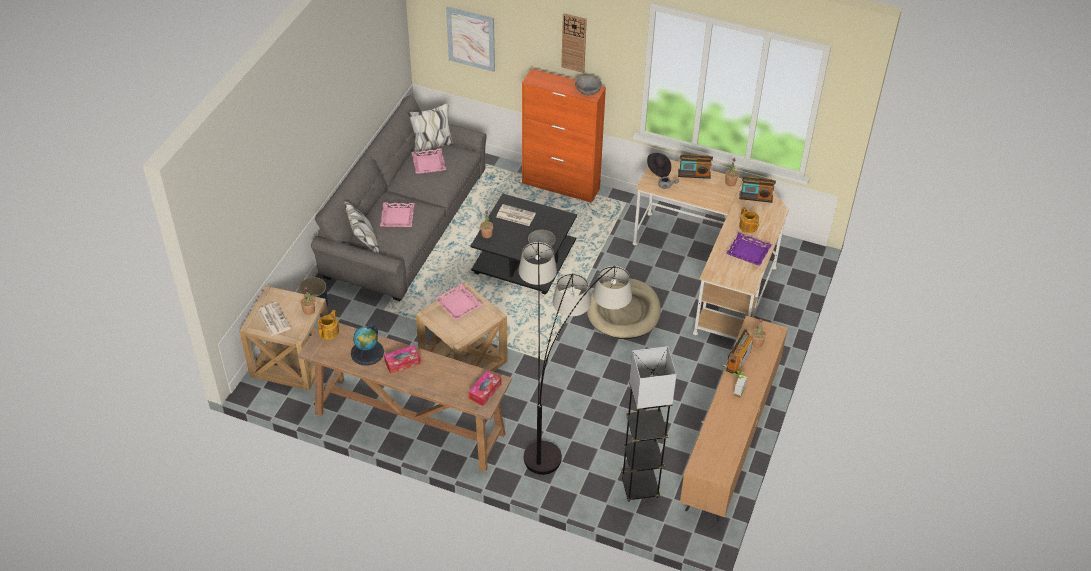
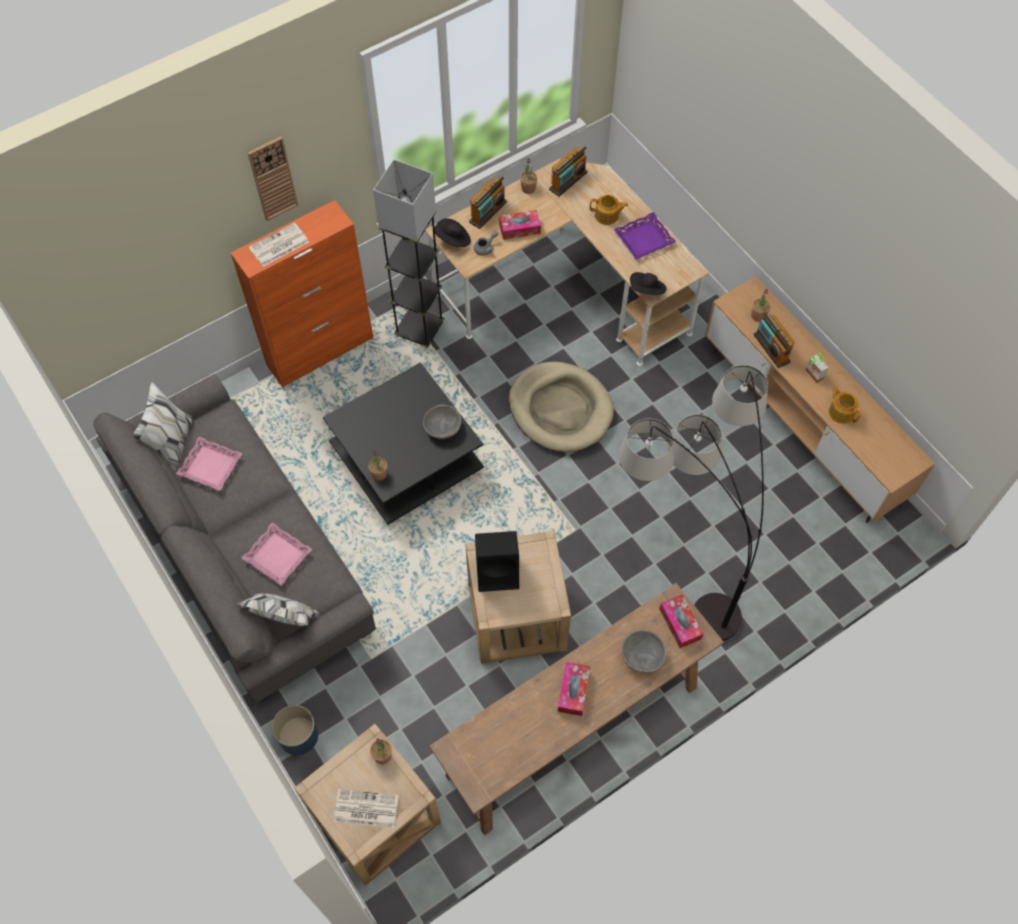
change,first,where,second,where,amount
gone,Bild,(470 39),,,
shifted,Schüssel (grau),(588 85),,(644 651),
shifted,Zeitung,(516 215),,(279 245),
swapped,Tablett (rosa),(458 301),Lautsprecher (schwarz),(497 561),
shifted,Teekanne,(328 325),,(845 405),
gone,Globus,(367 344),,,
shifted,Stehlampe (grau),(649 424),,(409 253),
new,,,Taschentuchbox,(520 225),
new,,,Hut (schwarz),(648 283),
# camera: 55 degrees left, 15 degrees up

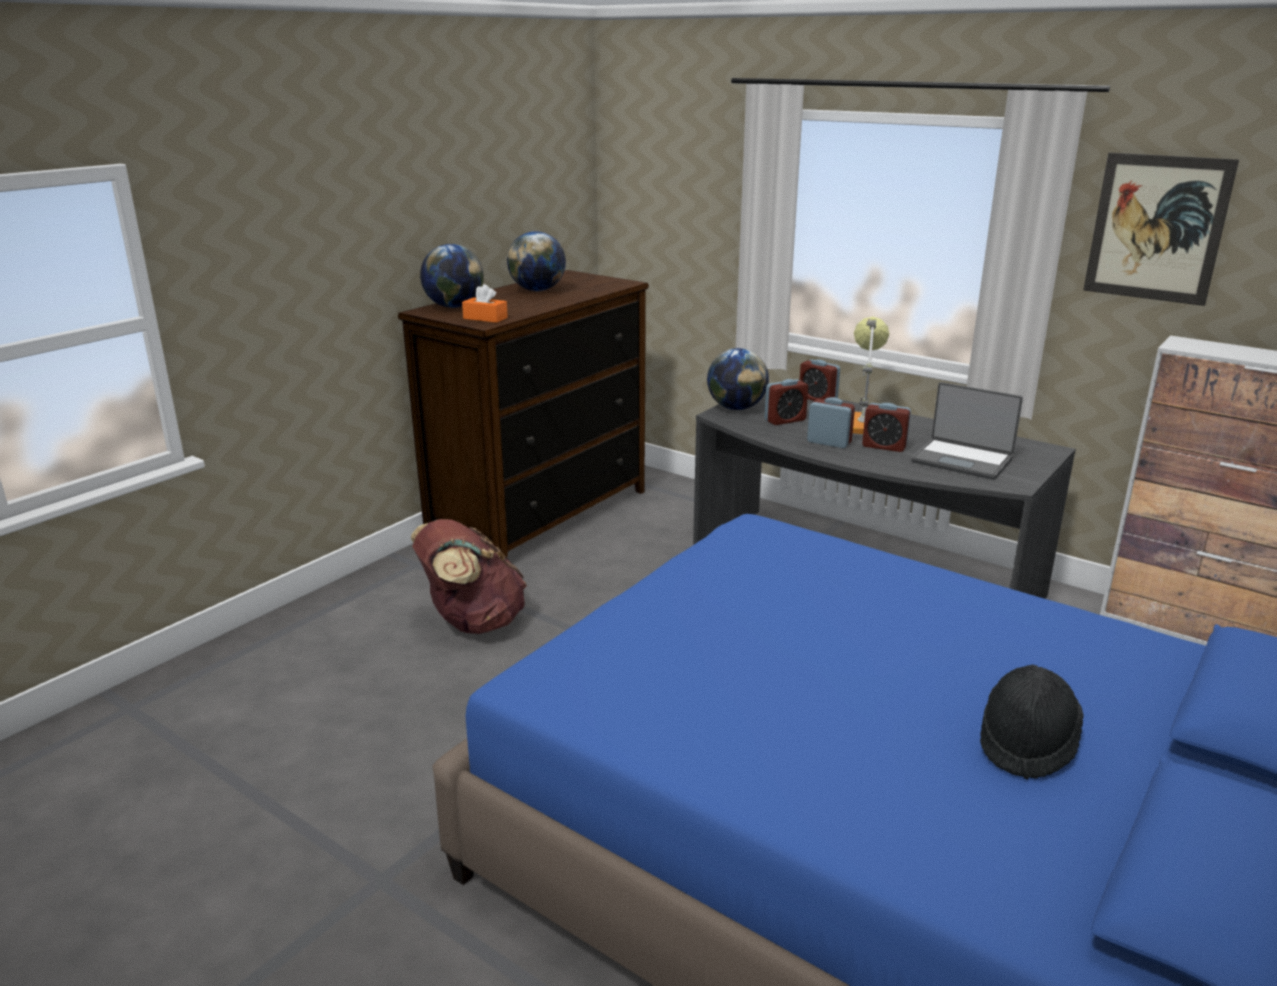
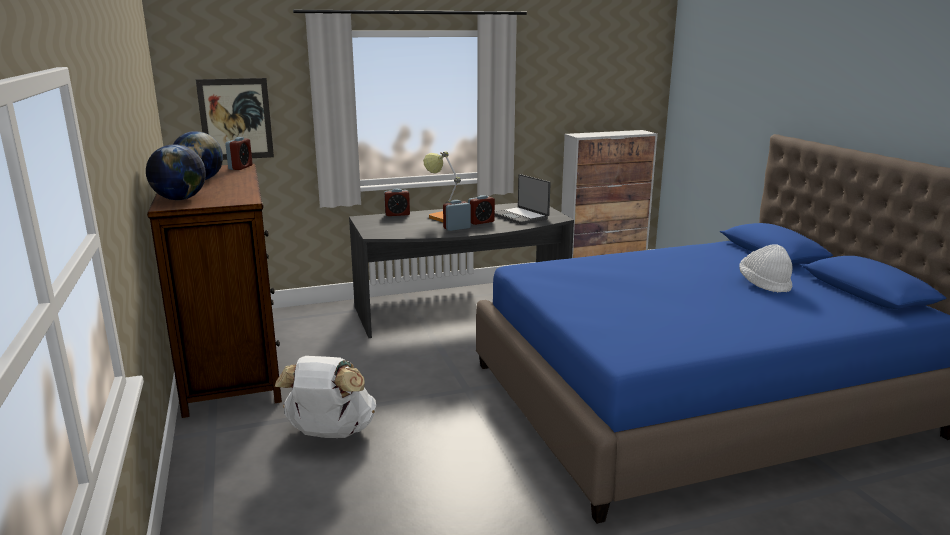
change,first,where,second,where,amount
shifted,Bild,(1161 229),,(235 119),
gone,Taschentuchbox (orange),(485 303),,,
gone,Globus,(738 379),,,
shifted,Wecker,(786 402),,(239 153),
rotated,Laptop,(967 431),,(523 199),75 degrees clockwise
repainted,Rucksack (braun),(469 576),Rucksack (weiß),(325 397),
repainted,Hut (schwarz),(1032 722),Hut (weiß),(766 268),
# camera: 55 degrees left, 5 degrees down

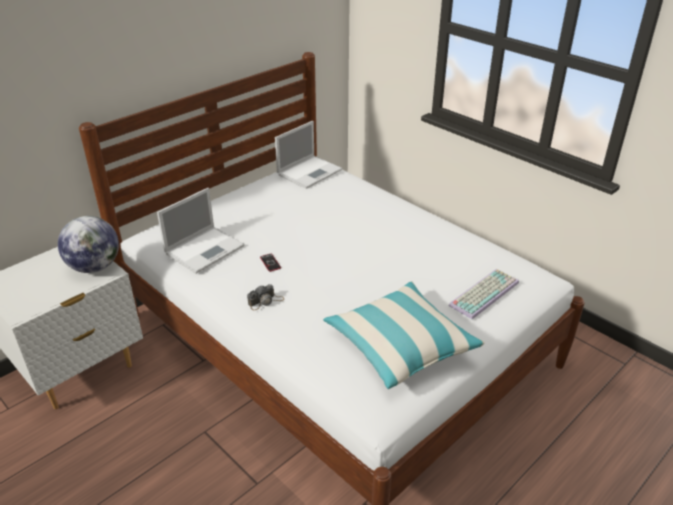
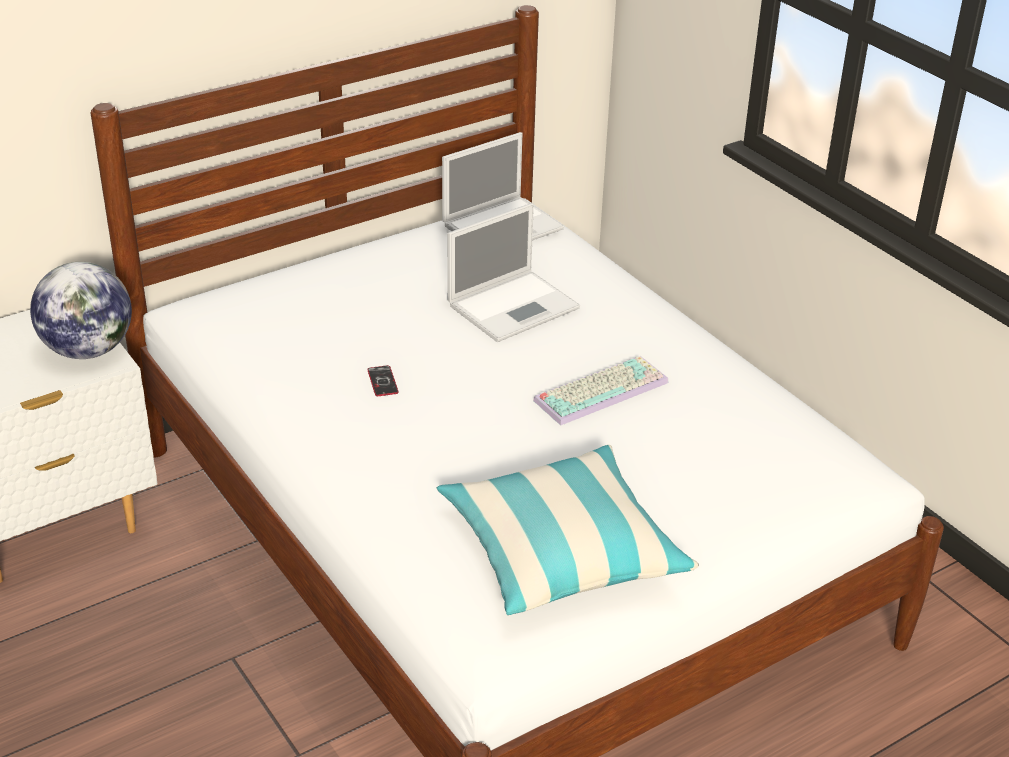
change,first,where,second,where,amount
shifted,Laptop,(200 231),,(513 272),
shifted,Tastatur,(484 294),,(601 391),
gone,Kamera,(266 297),,,
# camera: 10 degrees right, 0 degrees up

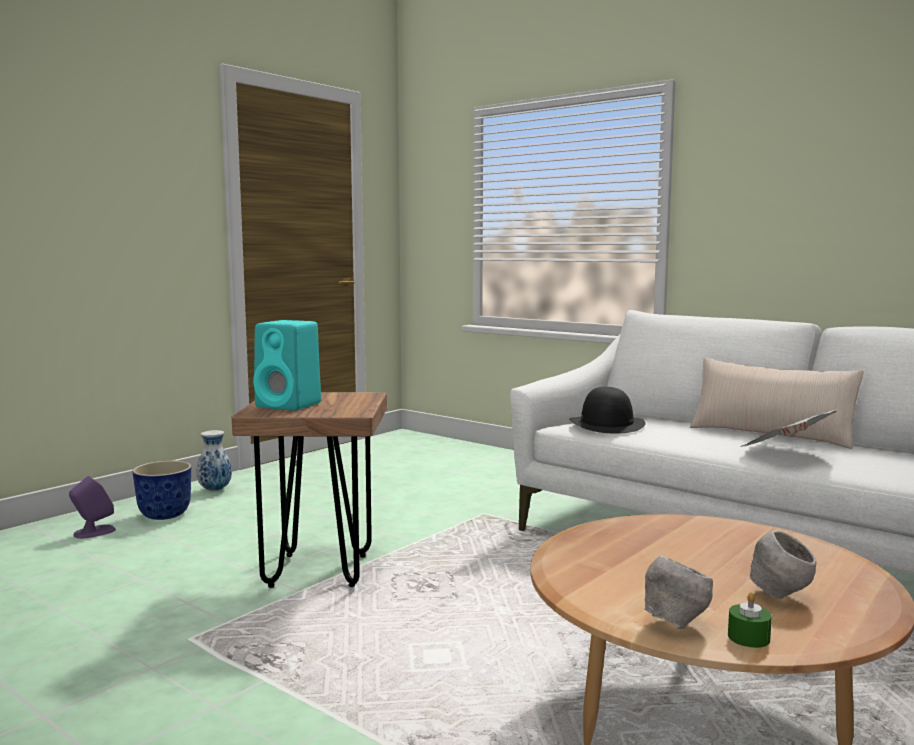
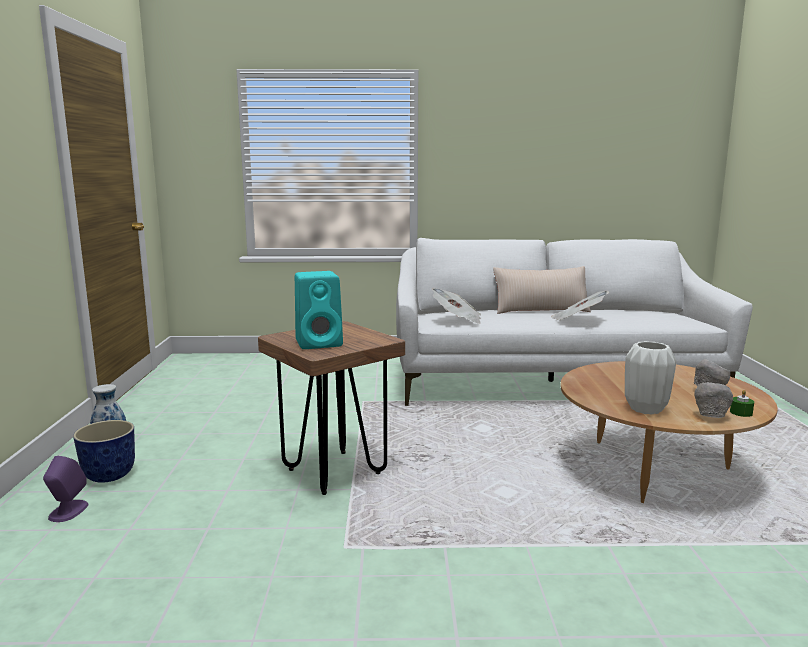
change,first,where,second,where,amount
swapped,Hut (schwarz),(608 410),Zeitung,(456 306),
new,,,Vase (weiß),(650 377),
# camera: 40 degrees left, 5 degrees up

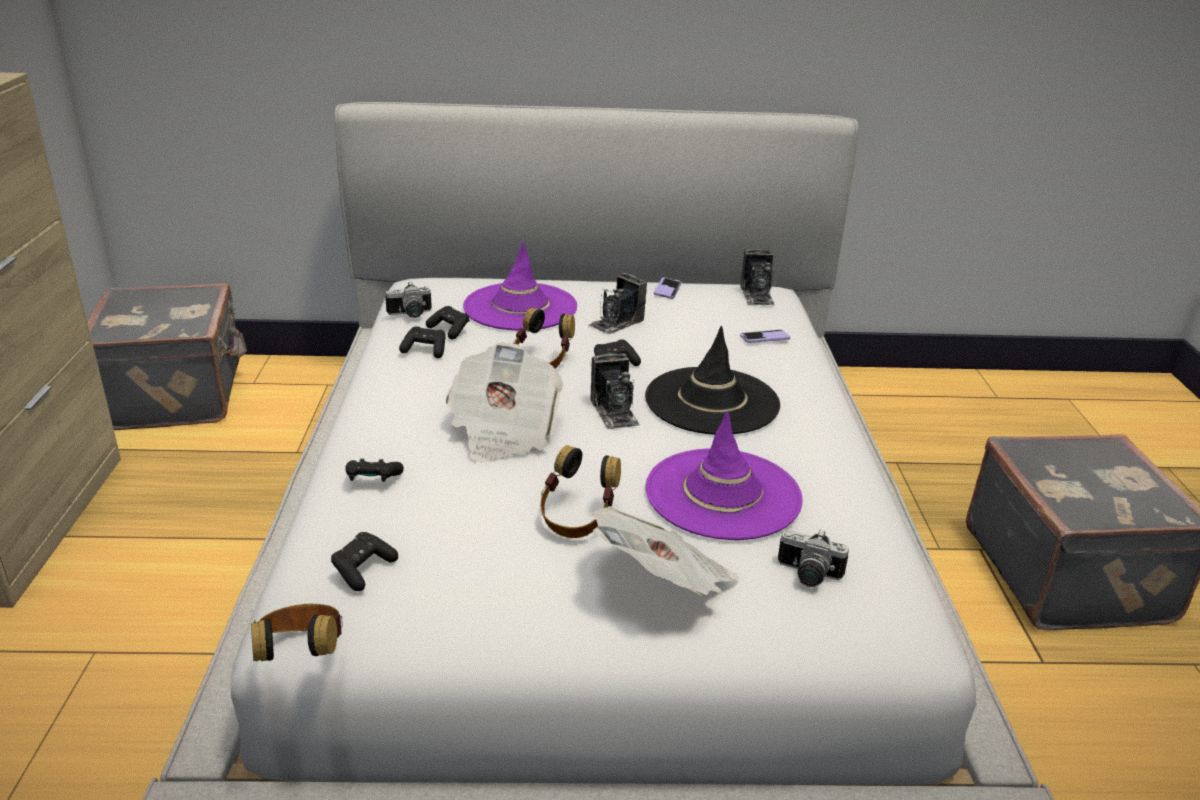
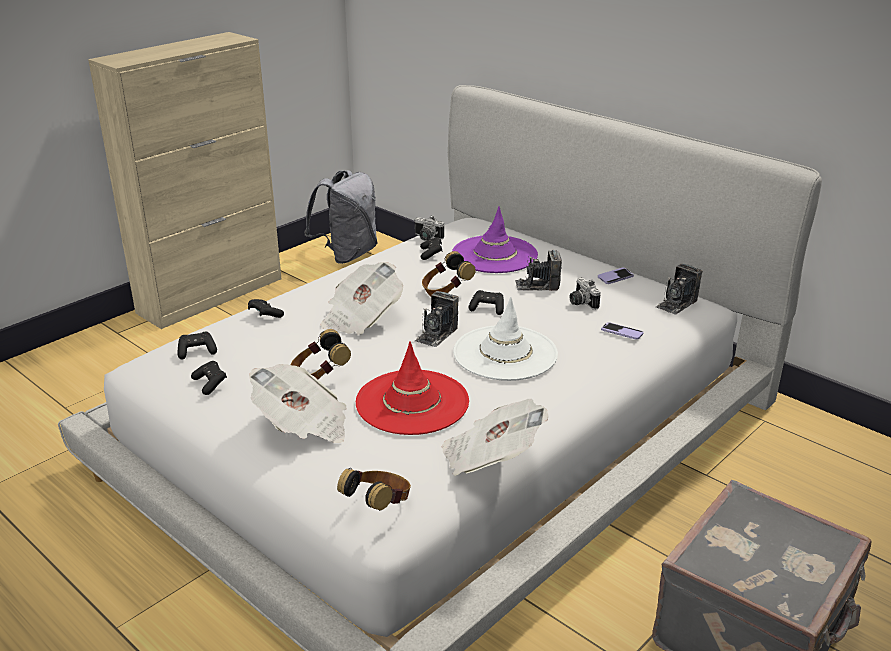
change,first,where,second,where,amount
swapped,Koffer (grau),(167 356),Rucksack (grau),(341 217),
shifted,Gamepad (schwarz),(422 342),,(209 378),
repainted,Hut (schwarz),(712 380),Hut (weiß),(505 339),
repainted,Hut (lila),(724 475),Hut (rot),(412 388),
shifted,Kamera,(813 558),,(585 293),
shifted,Kopfhörer,(297 633),,(374 489),
new,,,Zeitung,(495 437),
# camera: 45 degrees right, 0 degrees up

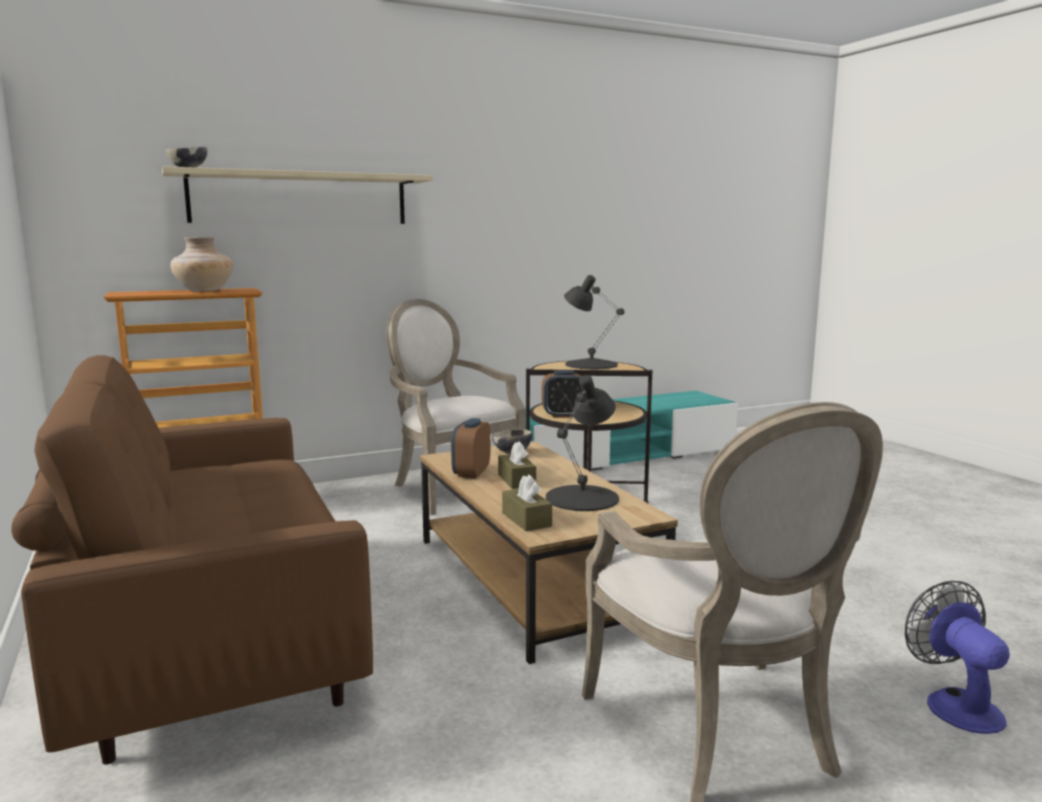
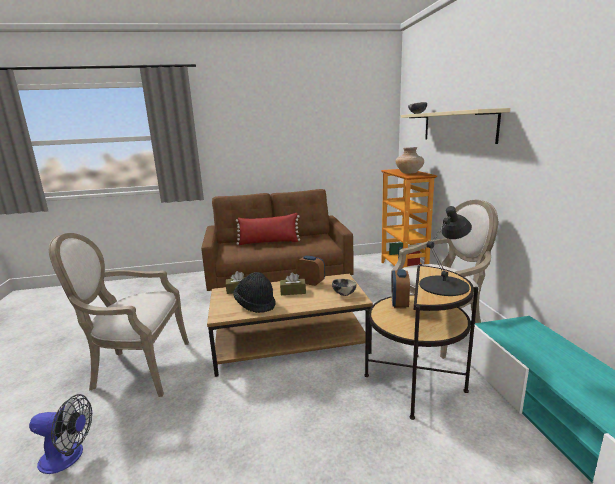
change,first,where,second,where,amount
swapped,Tischlampe (schwarz),(582 443),Hut (schwarz),(254 292),
new,,,Kissen (rot),(268 229),
# camera: 105 degrees right, 5 degrees up

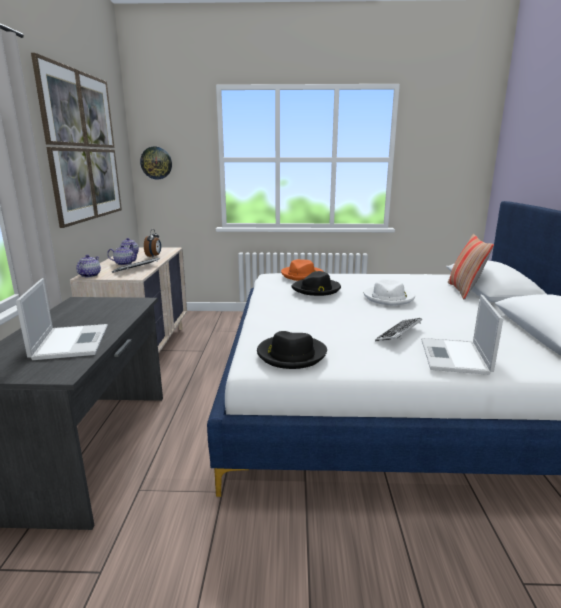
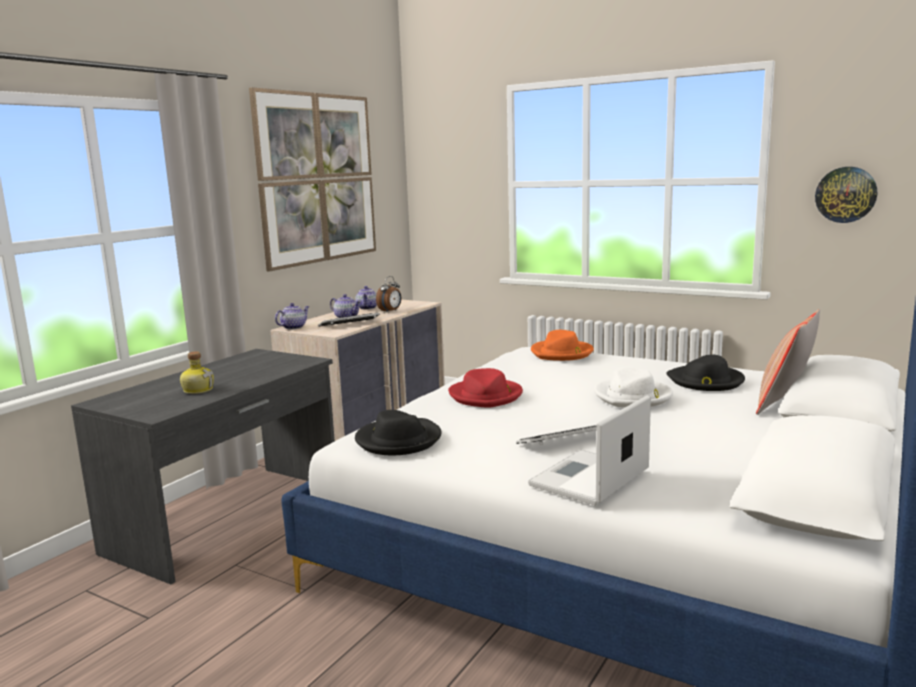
change,first,where,second,where,amount
shifted,Wanduhr,(156 163),,(846 195),
shifted,Hut (schwarz),(316 283),,(706 373),
swapped,Laptop,(62 319),Flasche,(197 372),
new,,,Hut (rot),(485 388),
# camera: 30 degrees right, 5 degrees down

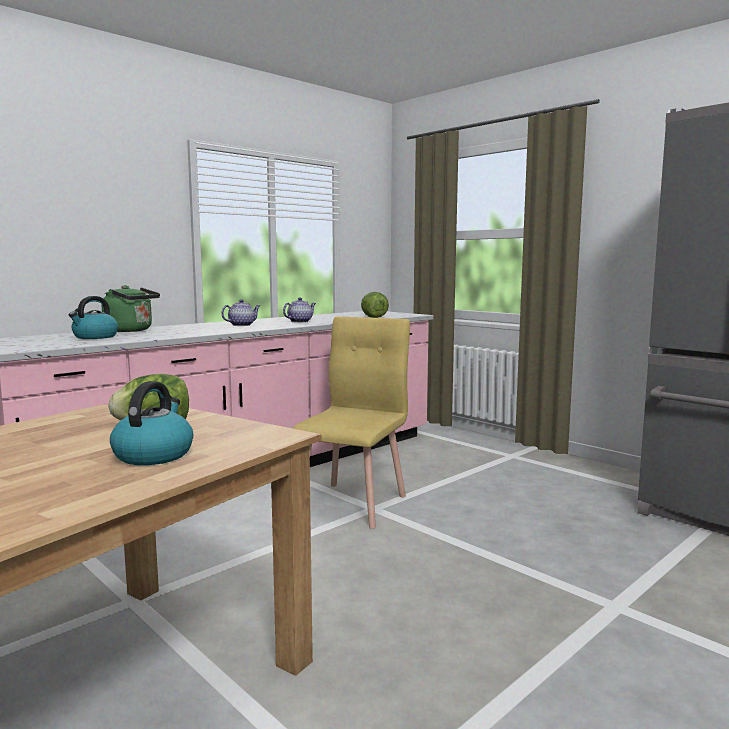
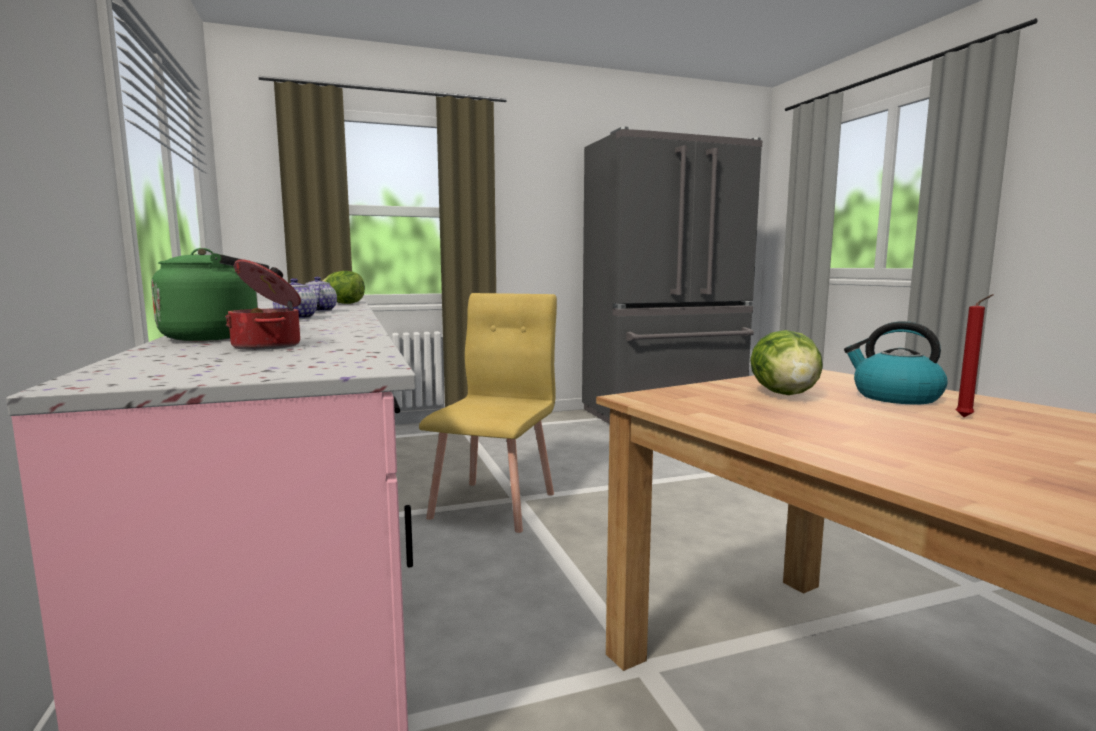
change,first,where,second,where,amount
swapped,Wasserkessel,(93 317),Kochtopf,(263 304),
rotated,Stuhl (gelb),(351 422),,(488 413),60 degrees clockwise
new,,,Kerze (rot),(975 355),
# camera: 65 degrees left, 0 degrees up

